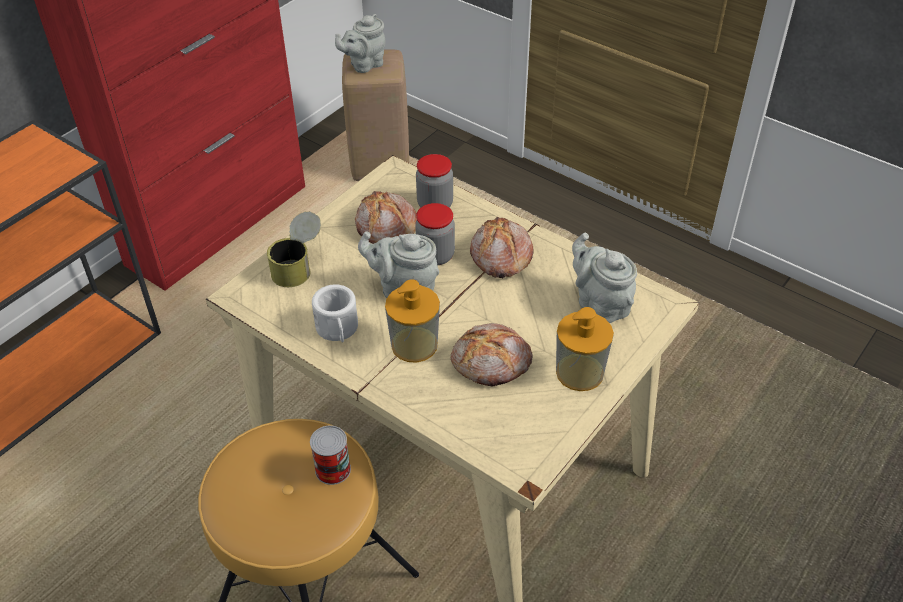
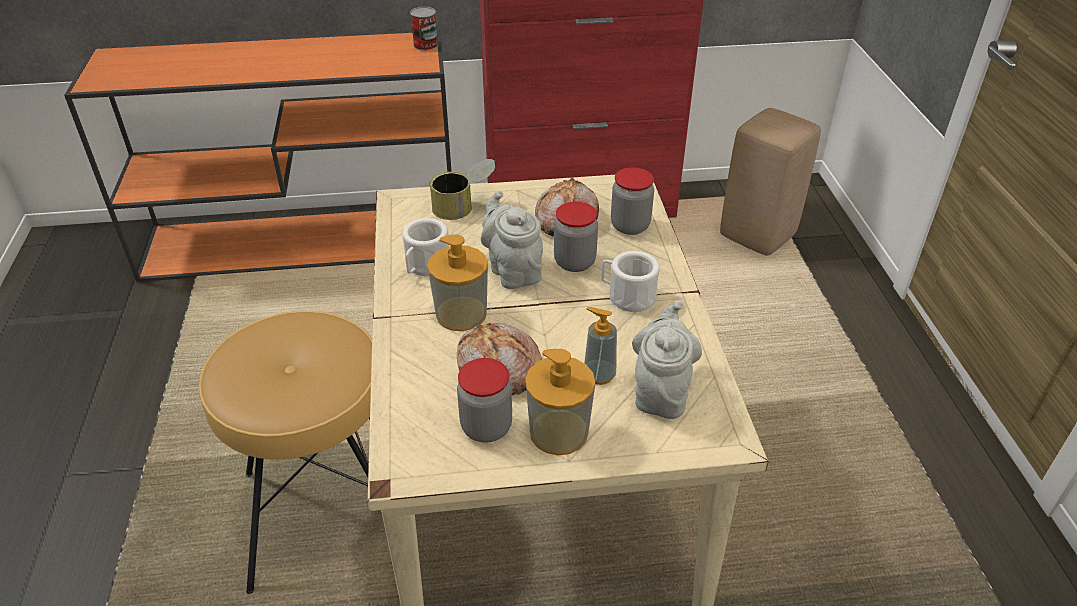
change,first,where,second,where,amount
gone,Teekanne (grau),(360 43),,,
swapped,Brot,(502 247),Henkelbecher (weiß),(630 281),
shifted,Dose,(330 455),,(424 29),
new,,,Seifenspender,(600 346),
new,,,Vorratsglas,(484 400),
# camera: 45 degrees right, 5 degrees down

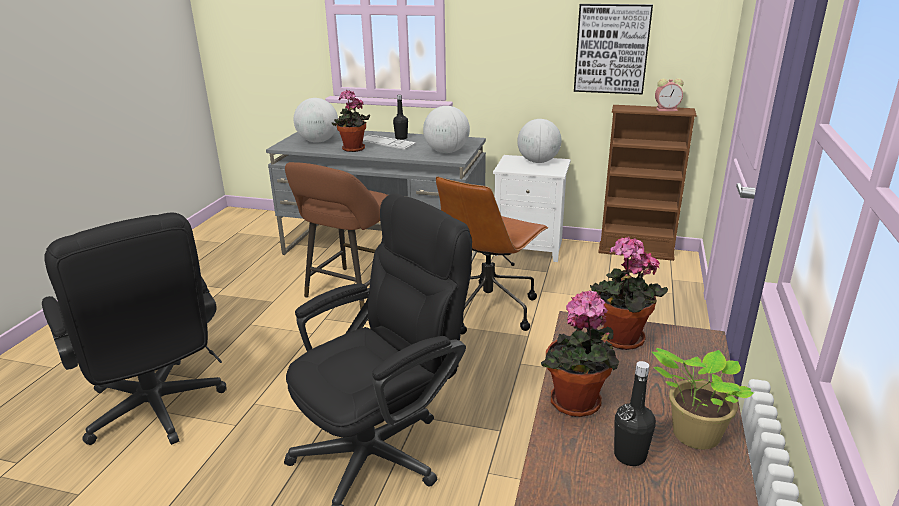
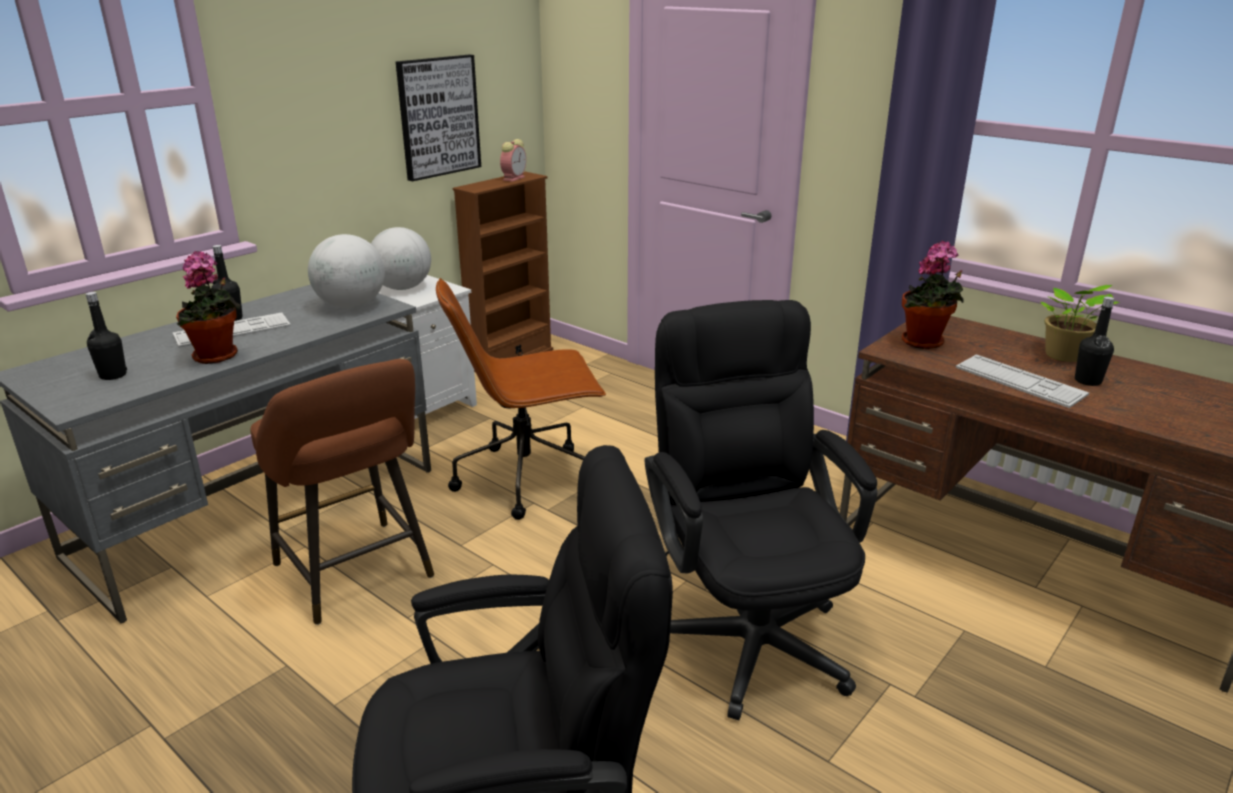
change,first,where,second,where,amount
swapped,Globus,(316 120),Flasche (schwarz),(106 336),
rotated,Bürostuhl (braun),(492 255),,(521 399),105 degrees clockwise
swapped,Topfpflanze,(580 354),Tastatur,(1022 381),
# camera: 65 degrees left, 0 degrees up

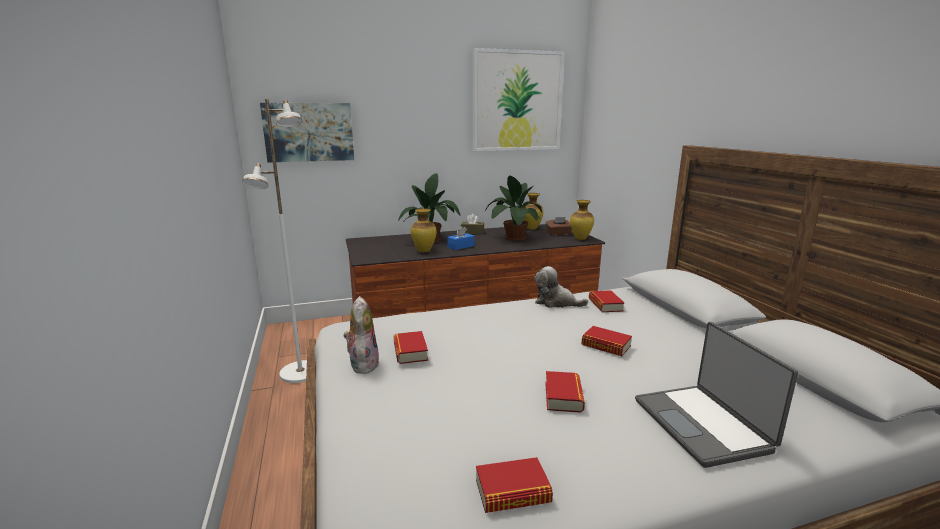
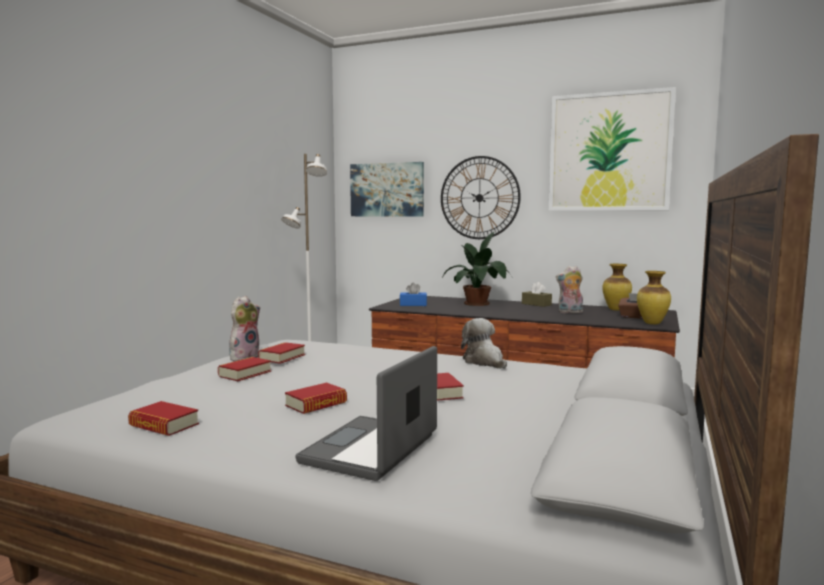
change,first,where,second,where,amount
swapped,Topfpflanze,(513 208),Plüschtier,(569 289),
gone,Vase,(423 230),,,
shifted,Taschentuchbox (blau),(461 238),,(413 294),
shifted,Buch,(606 301),,(244 369),
new,,,Wanduhr,(481 197),
# camera: 40 degrees right, 10 degrees down

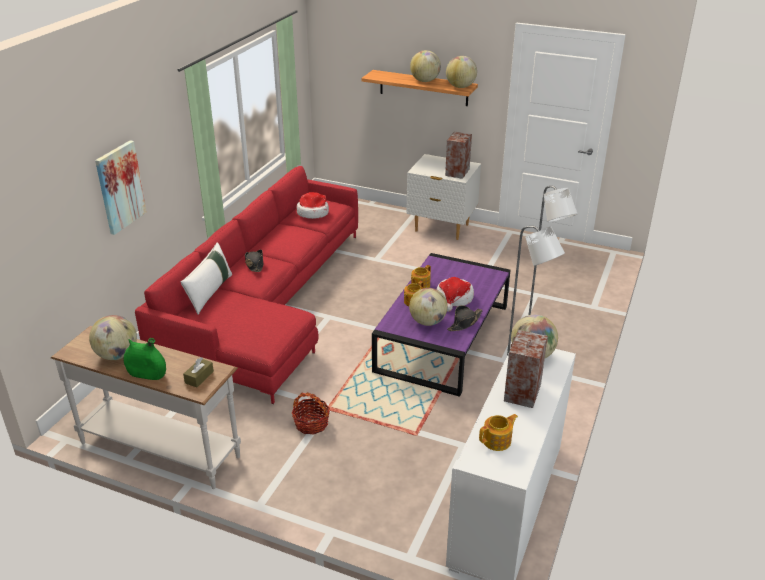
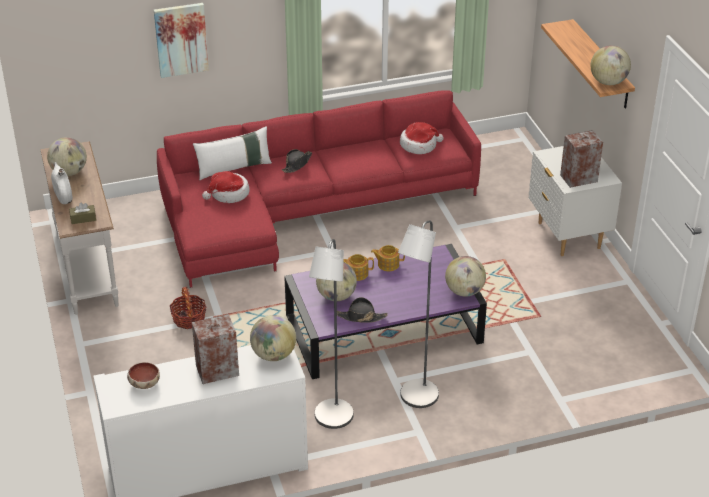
change,first,where,second,where,amount
shifted,Globus,(425 66),,(465 276),
shifted,Hut,(455 294),,(226 187),
repainted,Vase (grün),(145 359),Vase (weiß),(61 183),
swapped,Teekanne,(498 432),Schüssel,(143 375),
# camera: 50 degrees right, 5 degrees up

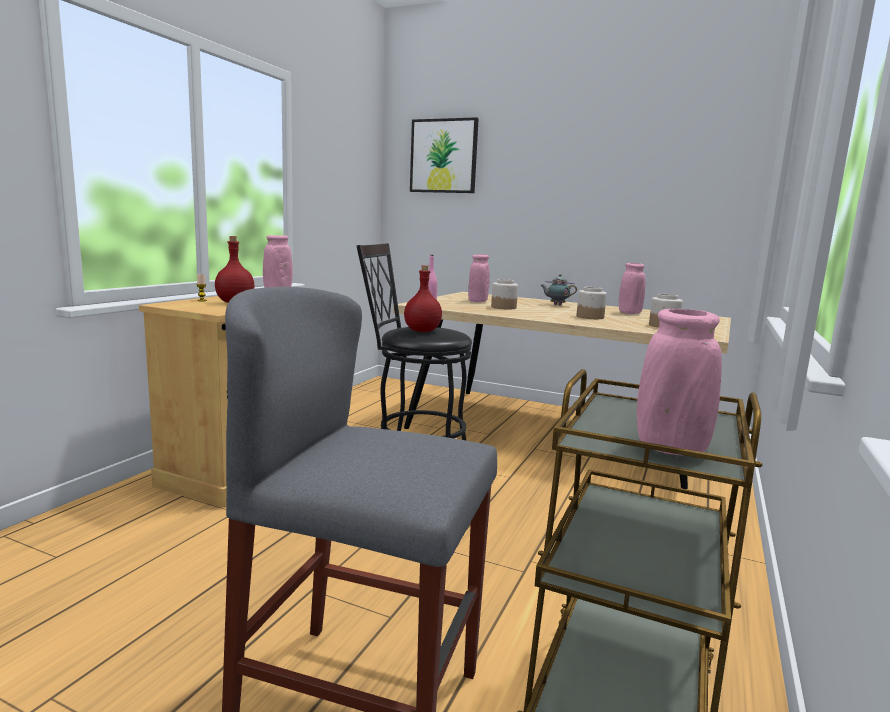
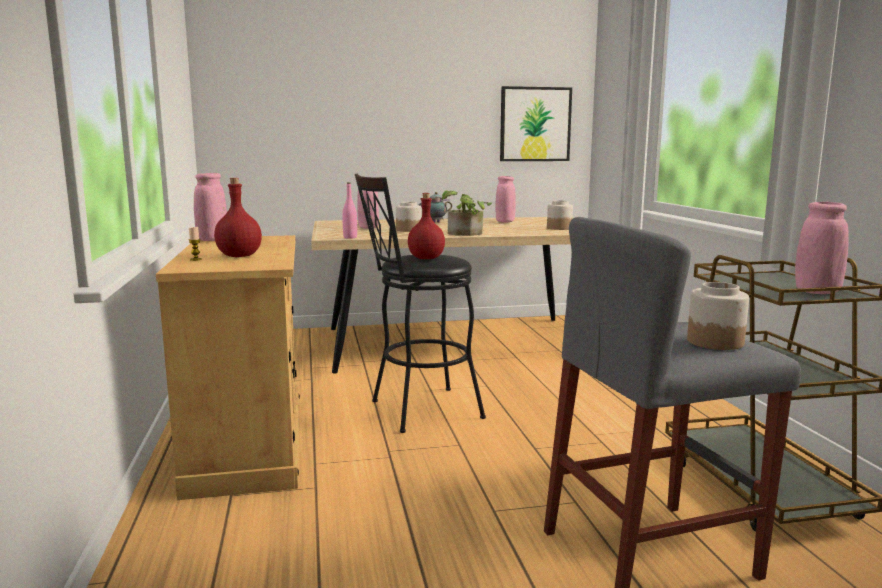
change,first,where,second,where,amount
shifted,Bild,(444 155),,(536 123),
shifted,Vorratsglas,(592 303),,(718 316),
new,,,Topfpflanze,(467 213),
# camera: 35 degrees left, 0 degrees up

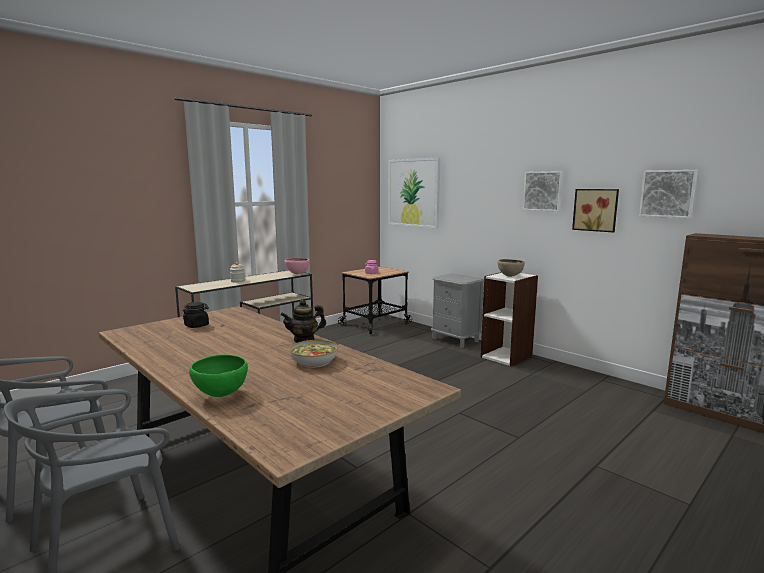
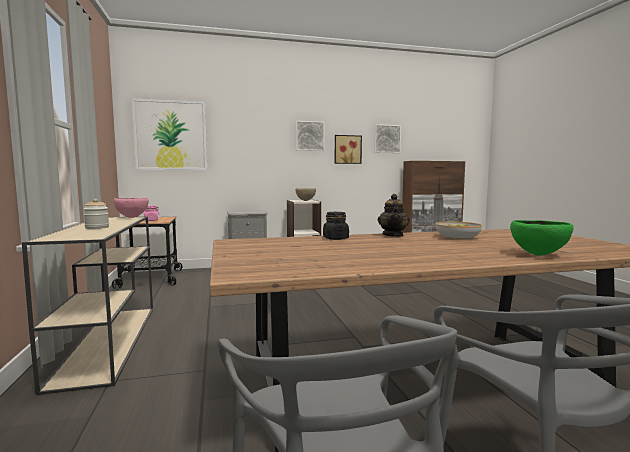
change,first,where,second,where,amount
shifted,Vorratsglas (schwarz),(196 315),,(336 226),
# camera: 60 degrees left, 5 degrees down

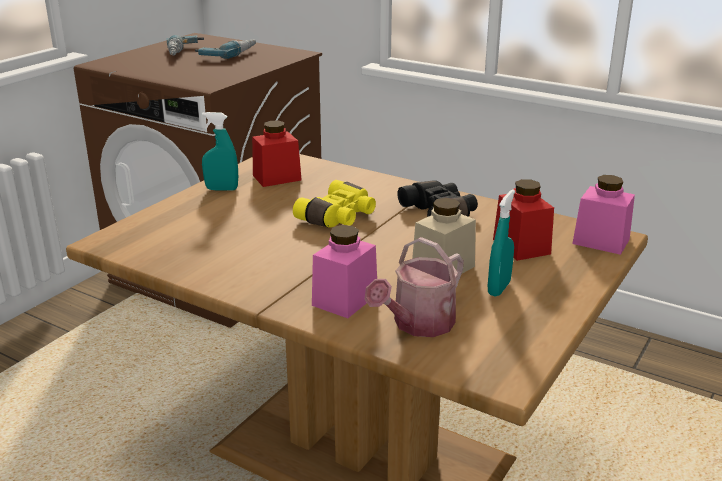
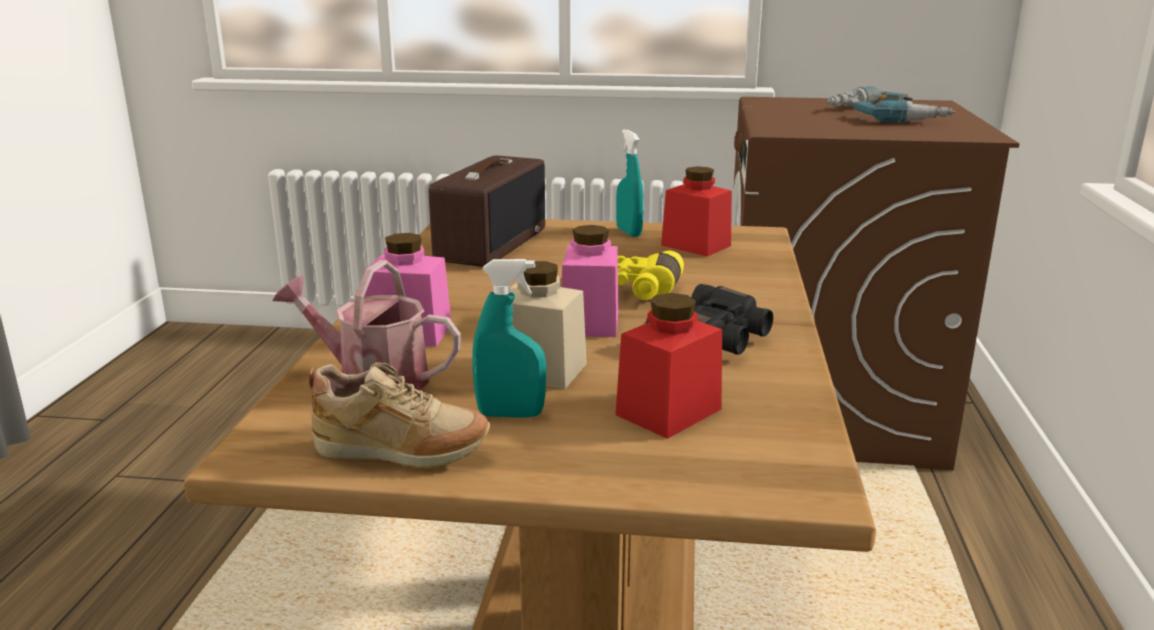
change,first,where,second,where,amount
shifted,Vorratsglas (rosa),(603 215),,(590 281),
new,,,Radio,(487 211),
new,,,Schuh (beige),(399 415),
# camera: 65 degrees right, 5 degrees down

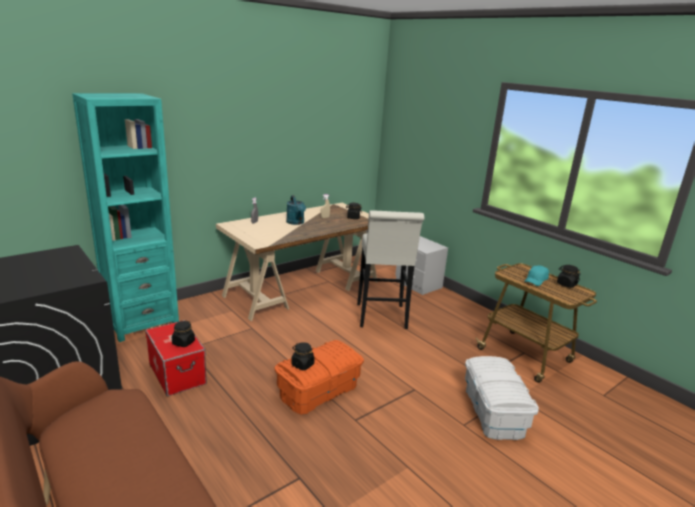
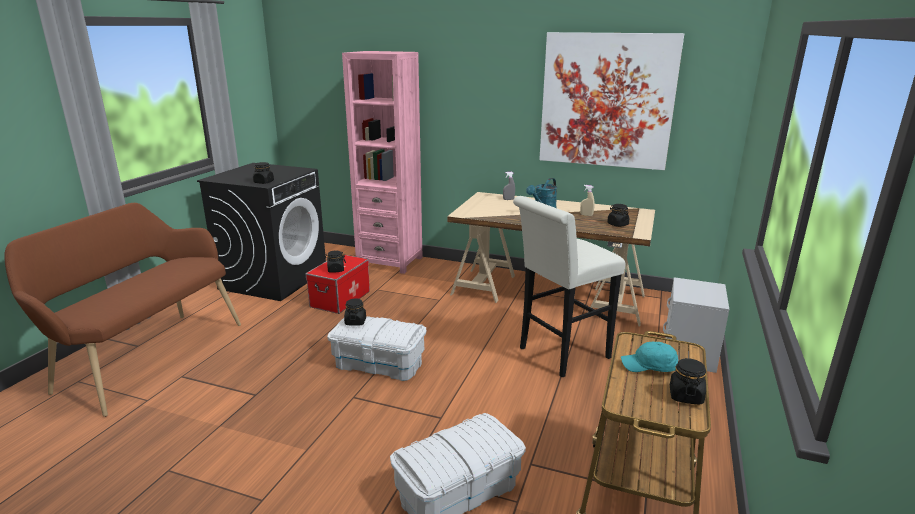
change,first,where,second,where,amount
repainted,Bücherregal (türkis),(125 217),Bücherregal (rosa),(382 162),
repainted,Aufbewahrungsbox (orange),(319 377),Aufbewahrungsbox (weiß),(376 348),
new,,,Bild,(611 101),
new,,,Vorratsglas (schwarz),(263 173),
# camera: 60 degrees right, 0 degrees up

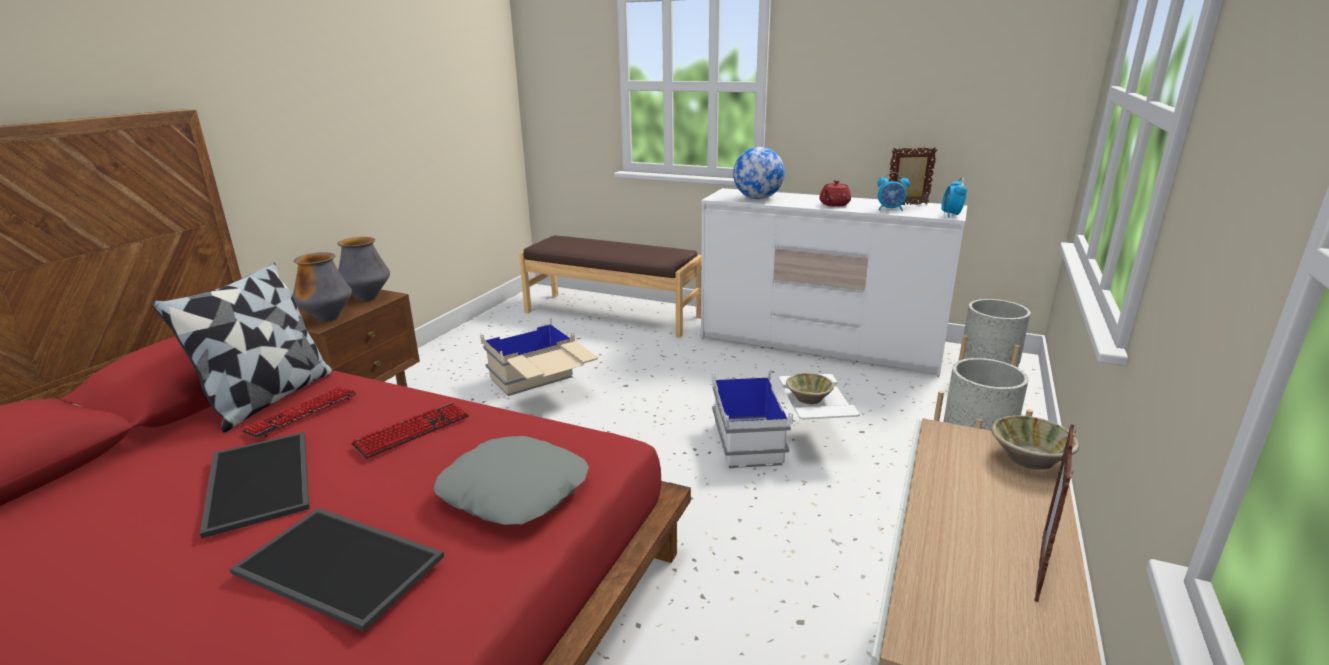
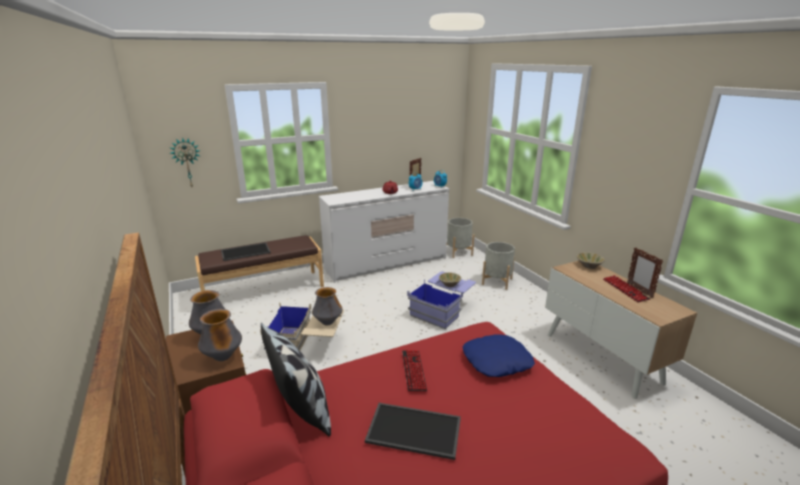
change,first,where,second,where,amount
gone,Globus,(759 173),,,
repainted,Aufbewahrungsbox (weiß),(785 419),Aufbewahrungsbox (blau),(441 300),
shifted,Tastatur,(299 412),,(626 289),
repainted,Kissen (grau),(511 480),Kissen (blau),(499 356),
shifted,Tablett,(337 570),,(246 251),
new,,,Wanduhr,(184 162),
new,,,Vase,(327 306),
# camera: 50 degrees left, 0 degrees up

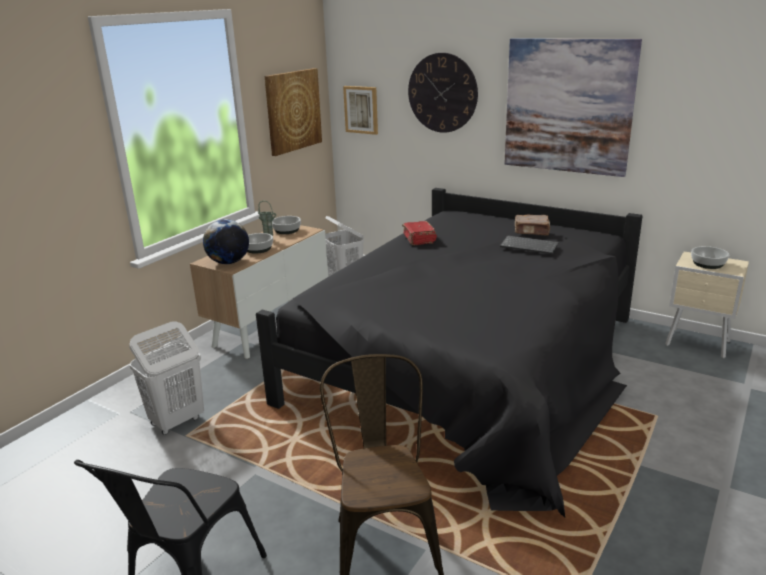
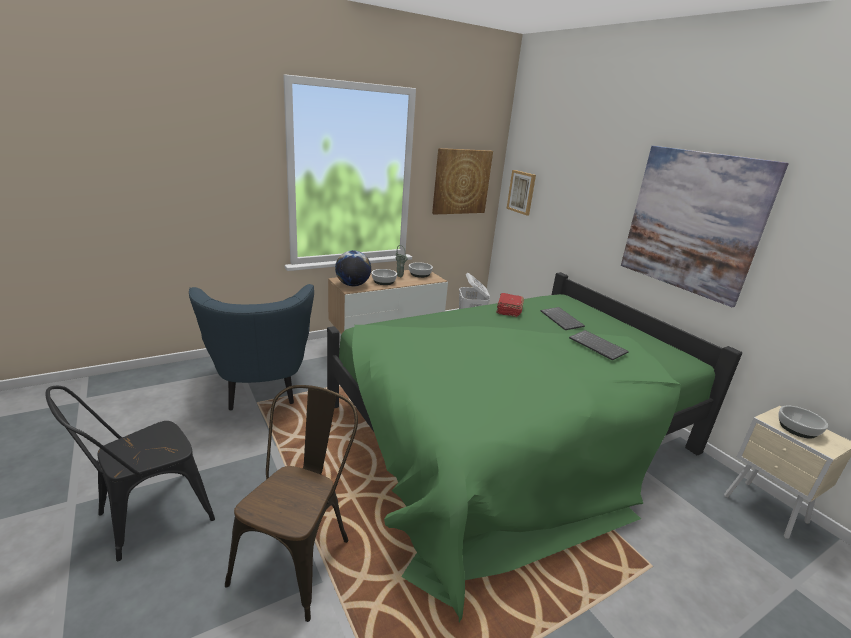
change,first,where,second,where,amount
gone,Wanduhr,(443 93),,,
repainted,Bett (schwarz),(449 352),Bett (grün),(534 447),
gone,Buch (braun),(532 225),,,
swapped,Wäschekorb (weiß),(166 378),Sessel (blau),(251 347),
new,,,Tastatur,(563 318),
# camera: 25 degrees right, 0 degrees up

